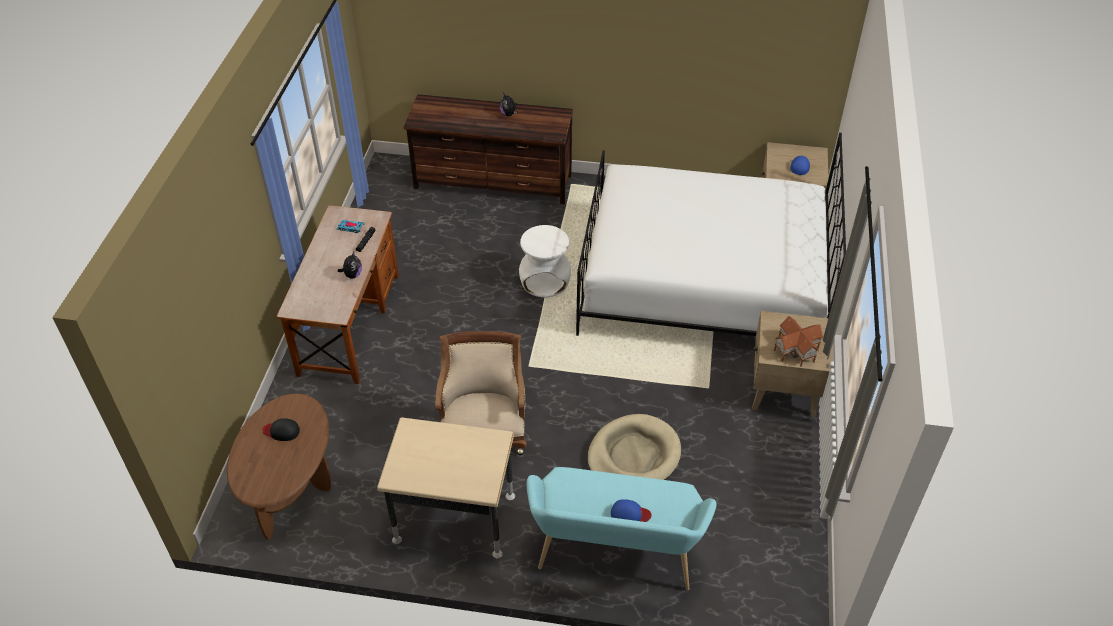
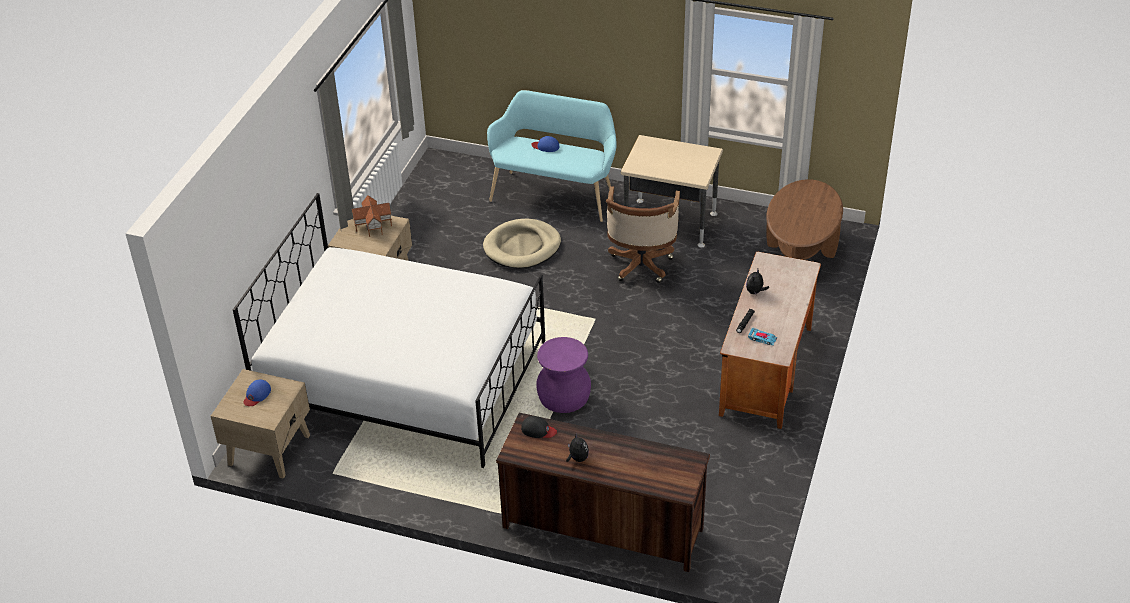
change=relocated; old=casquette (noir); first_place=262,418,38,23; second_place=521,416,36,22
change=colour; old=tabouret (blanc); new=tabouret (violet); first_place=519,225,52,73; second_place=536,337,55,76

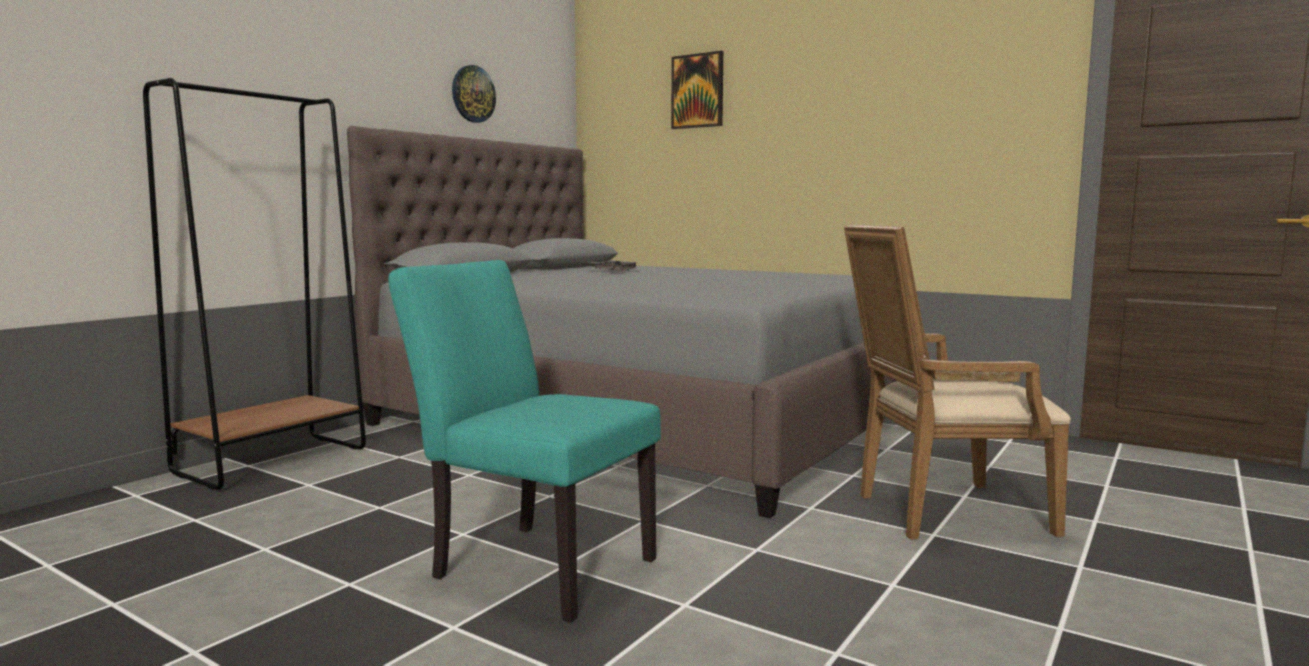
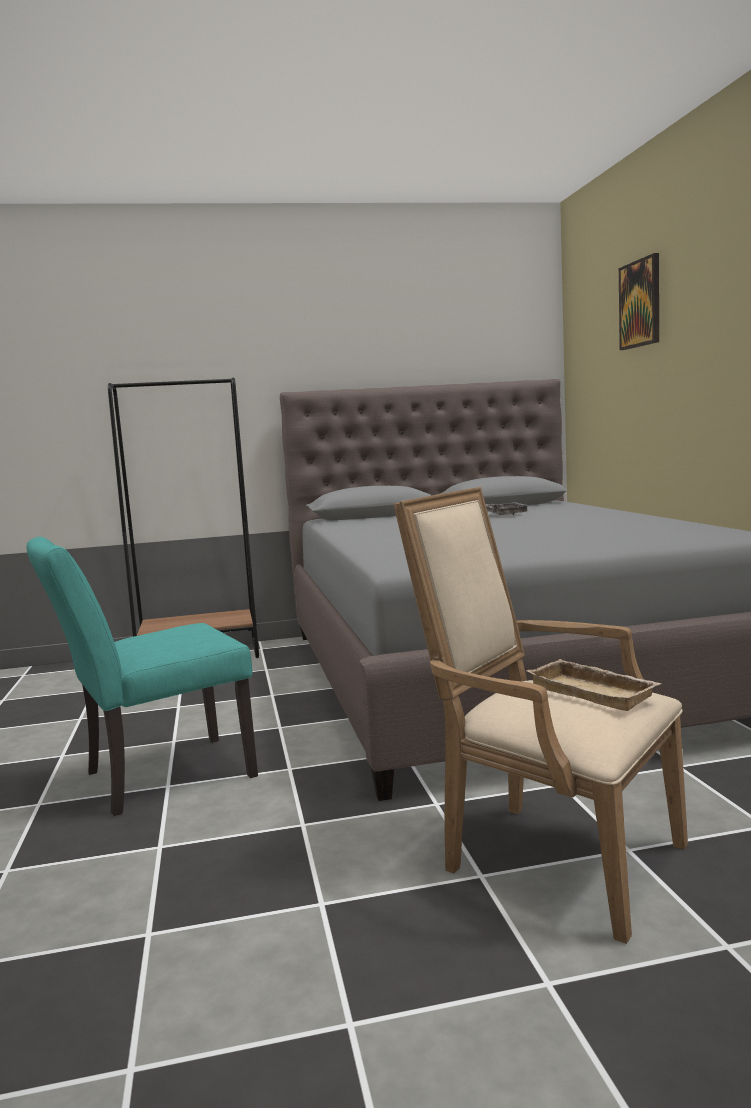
change=spun; old=chaise (turquoise); first_place=388,260,273,363; second_place=27,537,231,279; degrees=-105
change=missing; old=horloge murale; first_place=452,65,44,58

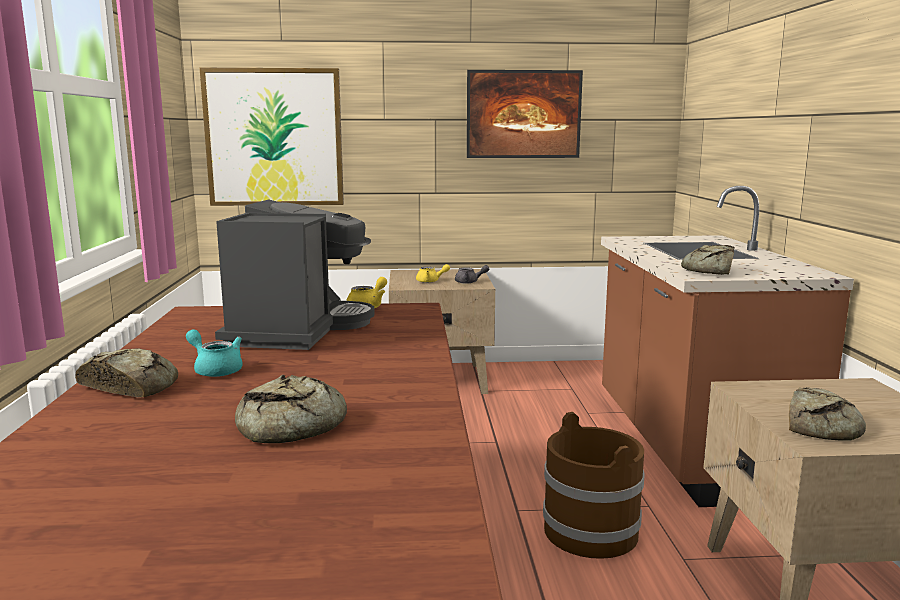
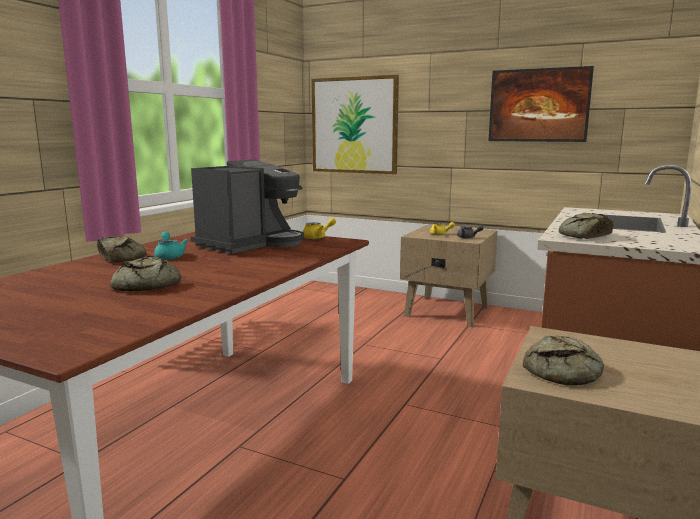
change=missing; old=seau (marron); first_place=543,412,102,147

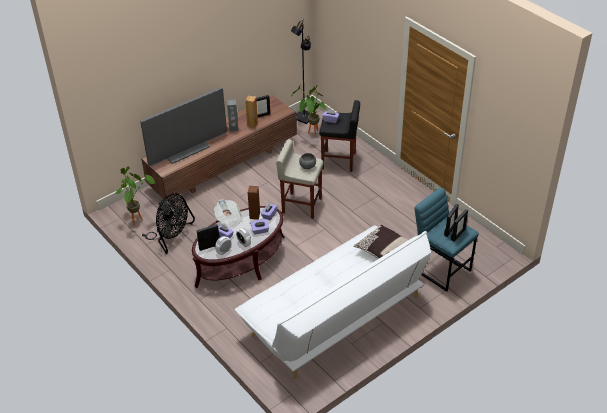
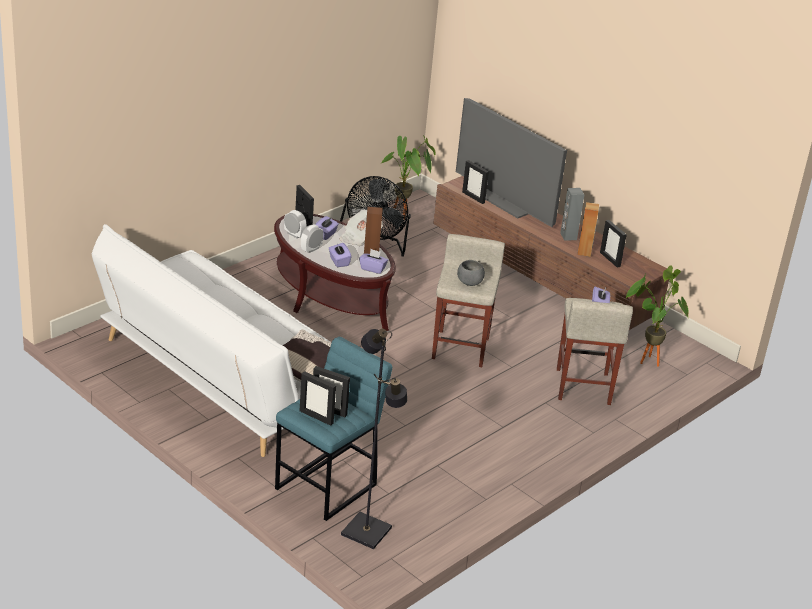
change=relocated; old=lampadaire (noir); first_place=291,20,21,104; second_place=341,329,66,220
change=appeared; new=cadre photo; second_place=462,160,27,44
change=colour; old=tabouret (noir); new=tabouret (beige); first_place=319,100,41,72; second_place=557,298,76,107

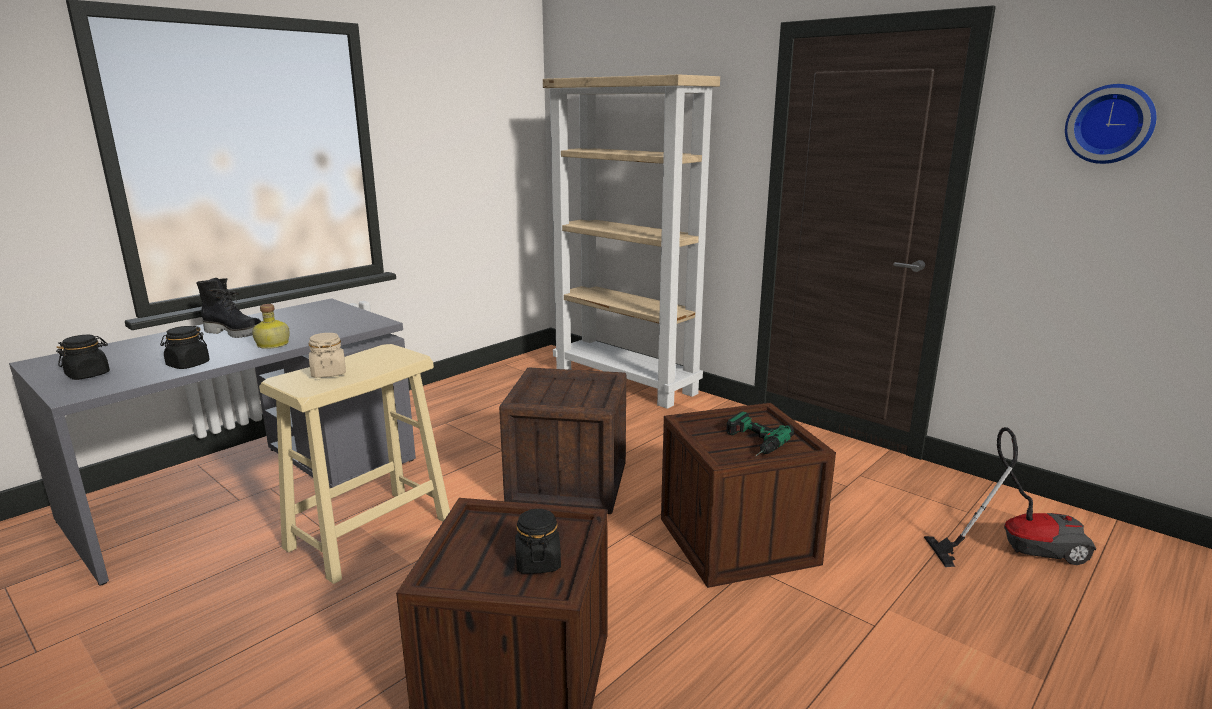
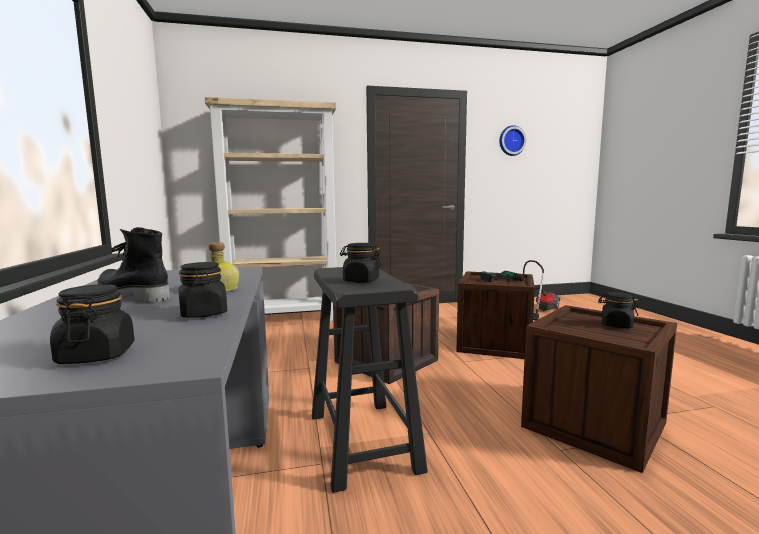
change=spun; old=botte (noir); first_place=196,278,65,60; second_place=97,227,73,76; degrees=-120
change=colour; old=tabouret (beige); new=tabouret (noir); first_place=259,344,191,240; second_place=312,267,116,226
change=colour; old=bocal (beige); new=bocal (noir); first_place=309,333,37,45; second_place=340,243,42,40

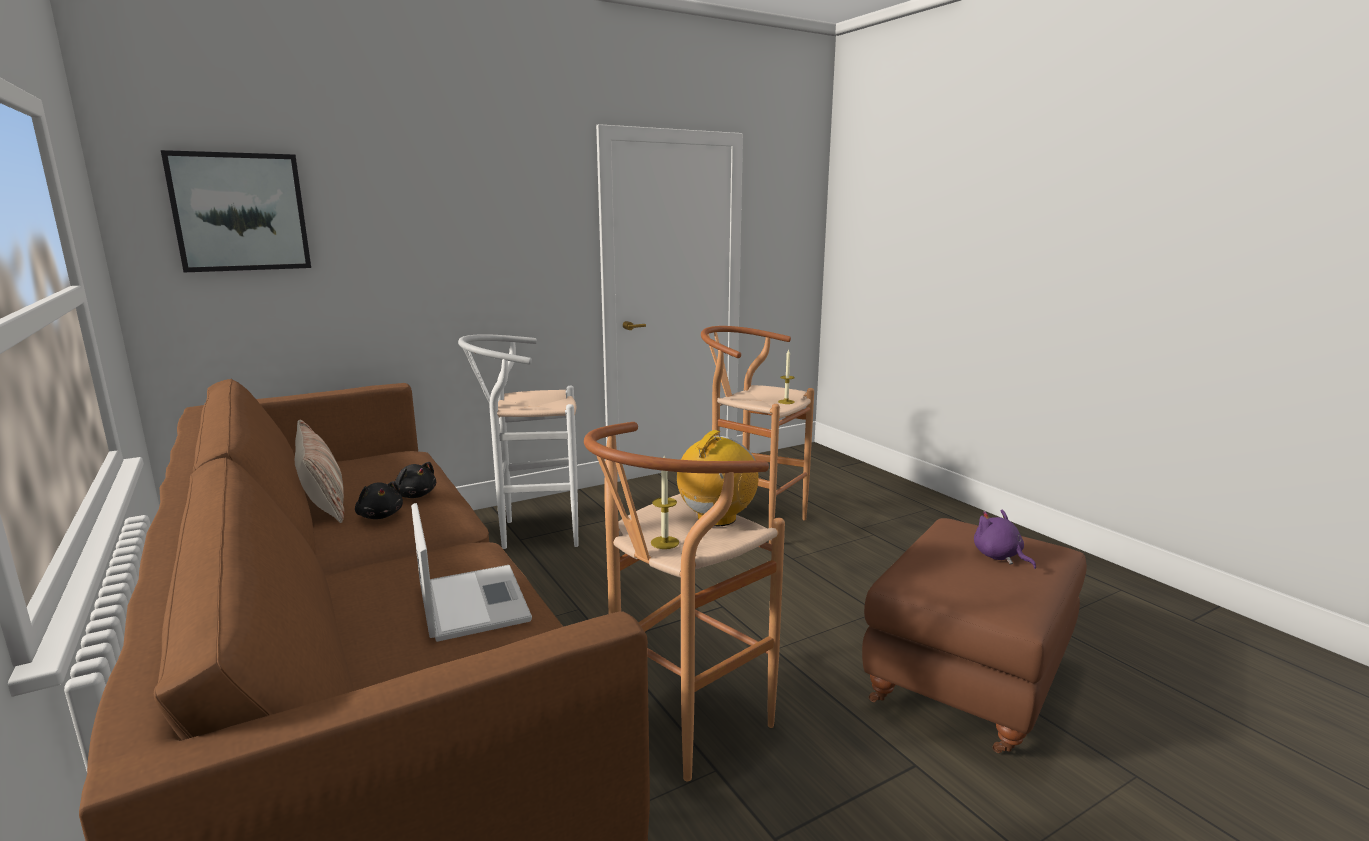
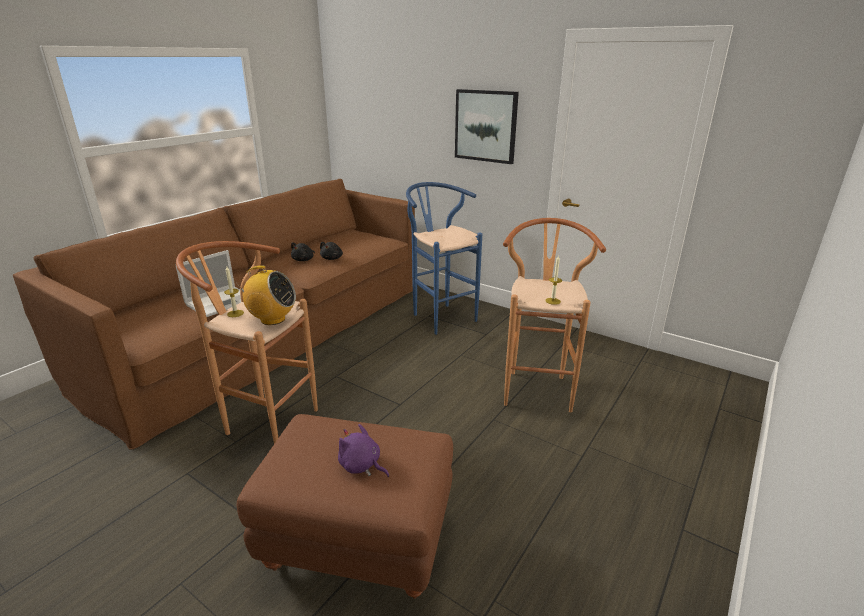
change=spun; old=peluche (violet); first_place=974,510,62,59; second_place=338,424,51,53; degrees=-90
change=colour; old=tabouret (blanc); new=tabouret (bleu); first_place=458,334,120,215; second_place=406,182,76,153
change=relocated; old=tableau; first_place=161,150,150,122; second_place=455,89,64,75
change=missing; old=coussin; first_place=295,420,49,103

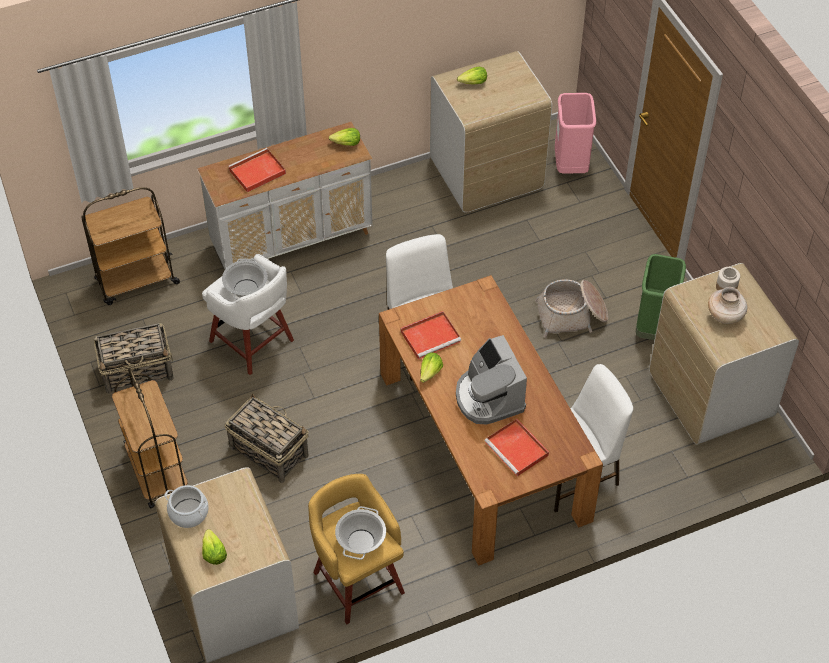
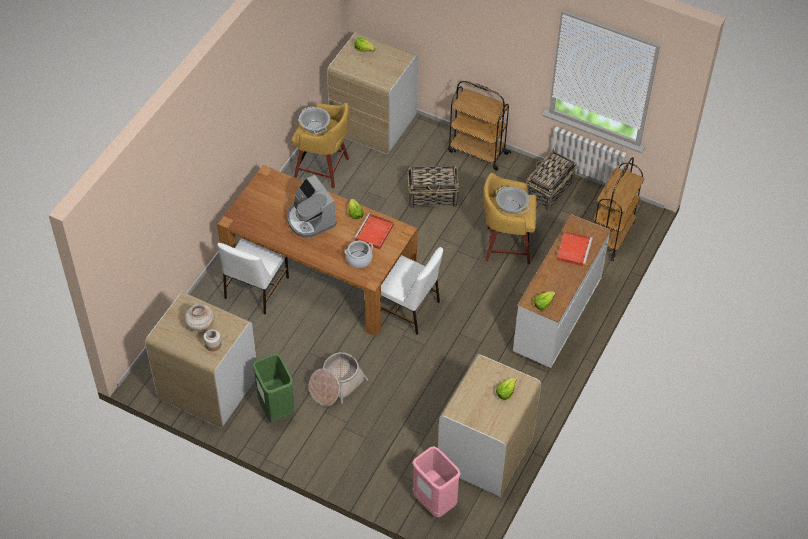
change=spun; old=machine à café; first_place=456,335,71,90; second_place=287,175,50,63; degrees=-150
change=relocated; old=marmite; first_place=164,485,45,43; second_place=345,241,28,27
change=colour; old=tabouret (blanc); new=tabouret (jaune); first_place=202,254,92,121; second_place=483,173,54,91
change=missing; old=plateau (rouge); first_place=485,419,64,57

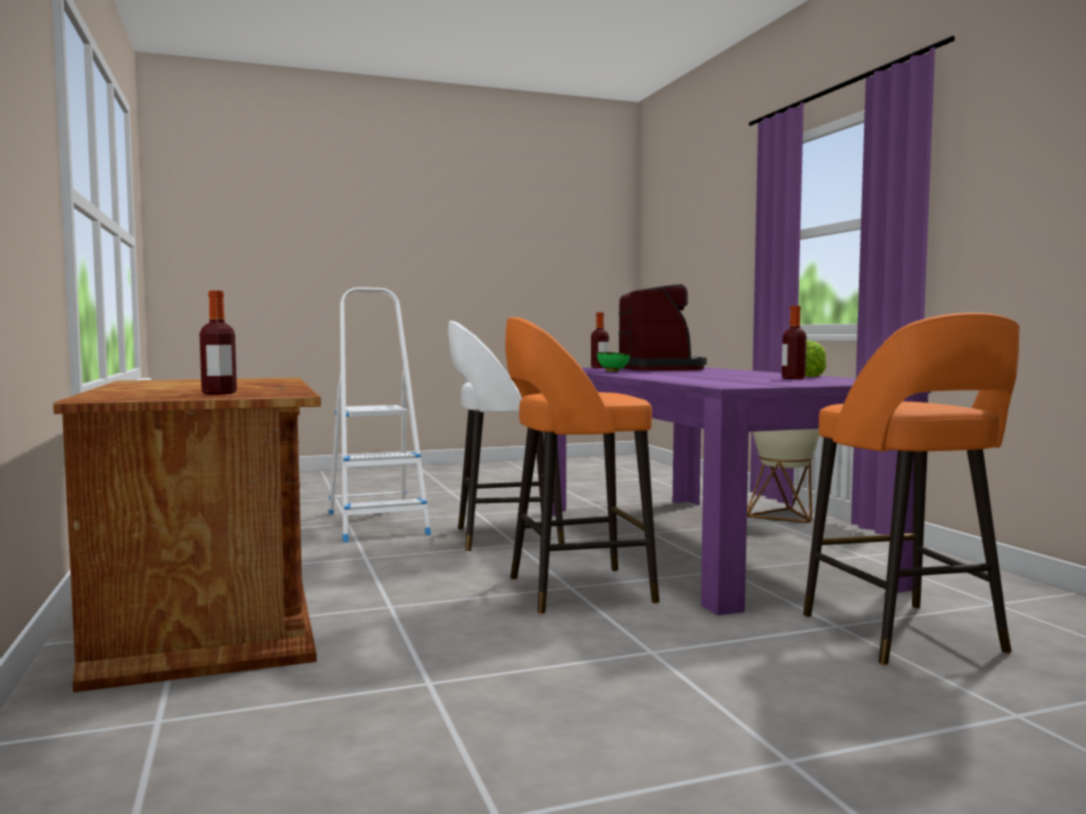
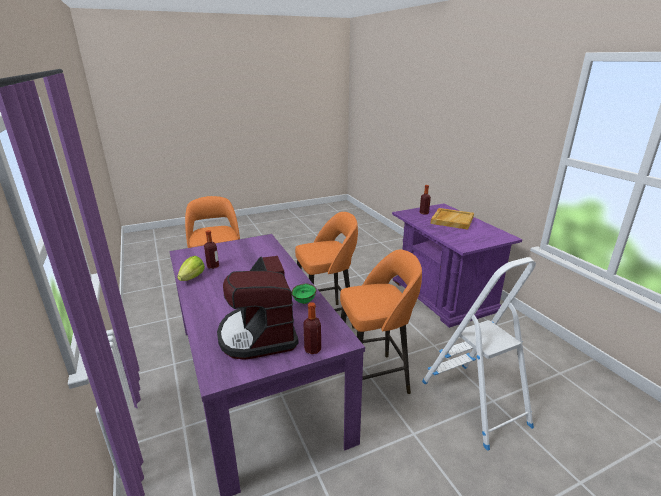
change=colour; old=tabouret (blanc); new=tabouret (orange); first_place=448,321,117,231; second_place=340,250,82,144
change=colour; old=meuble de rangement (marron); new=meuble de rangement (violet); first_place=53,377,268,315; second_place=392,203,130,125
change=appeared; new=plateau (beige); second_place=431,208,43,22
change=missing; old=cache-pot; first_place=747,429,72,94

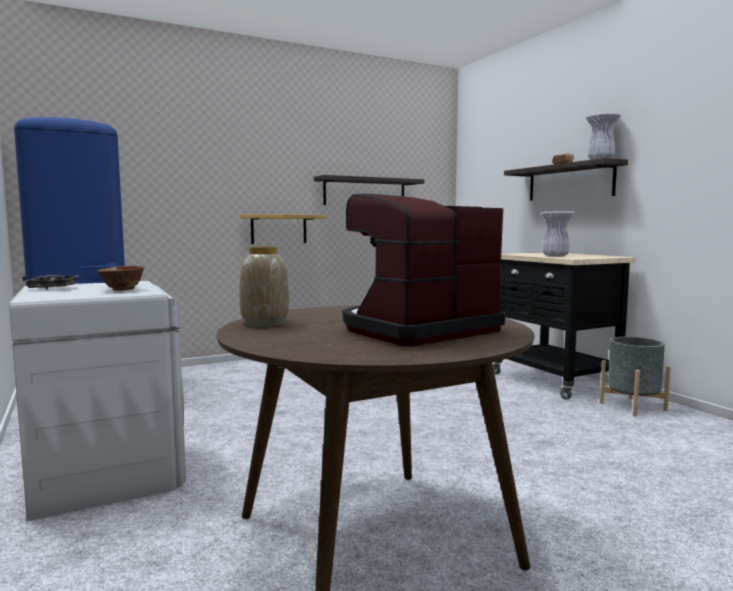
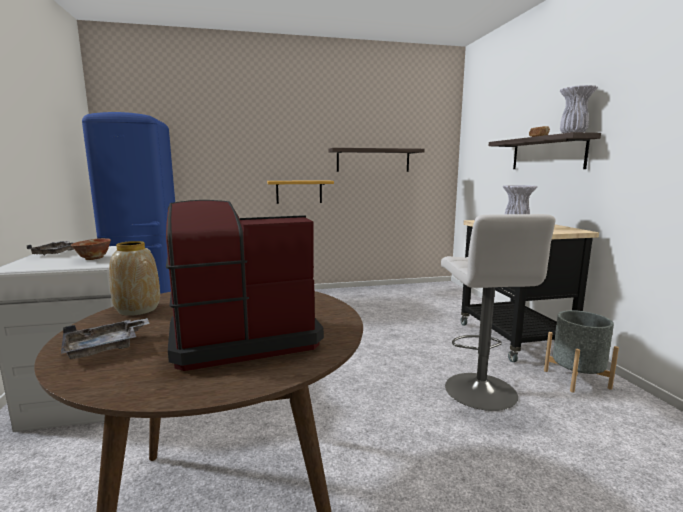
change=appeared; new=plateau (gris); second_place=61,318,89,41
change=appeared; new=tabouret (blanc); second_place=441,214,115,197

